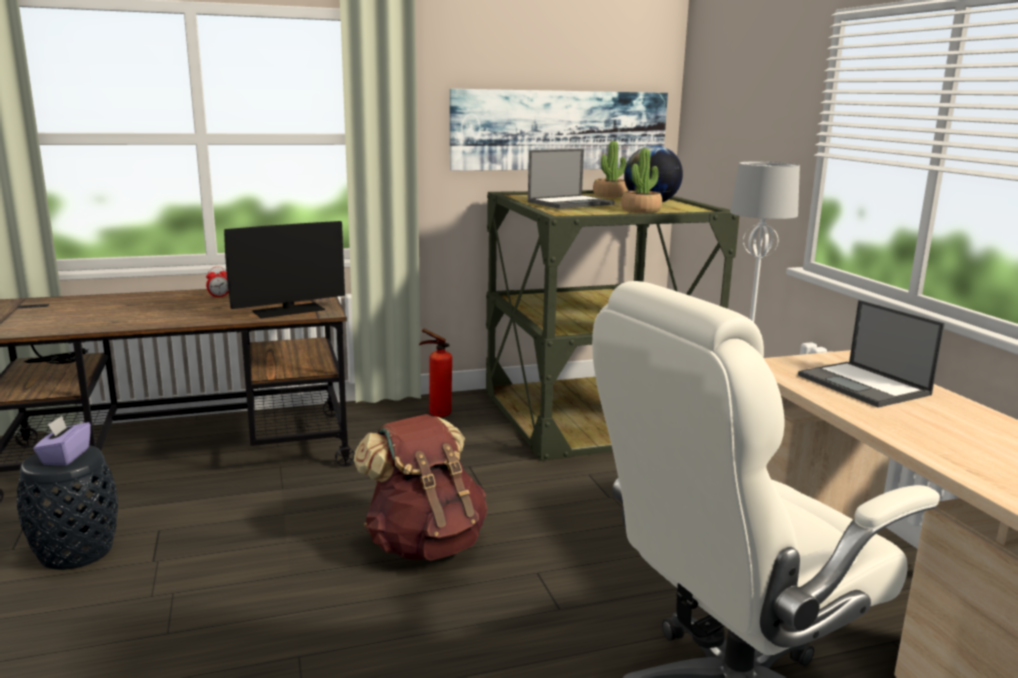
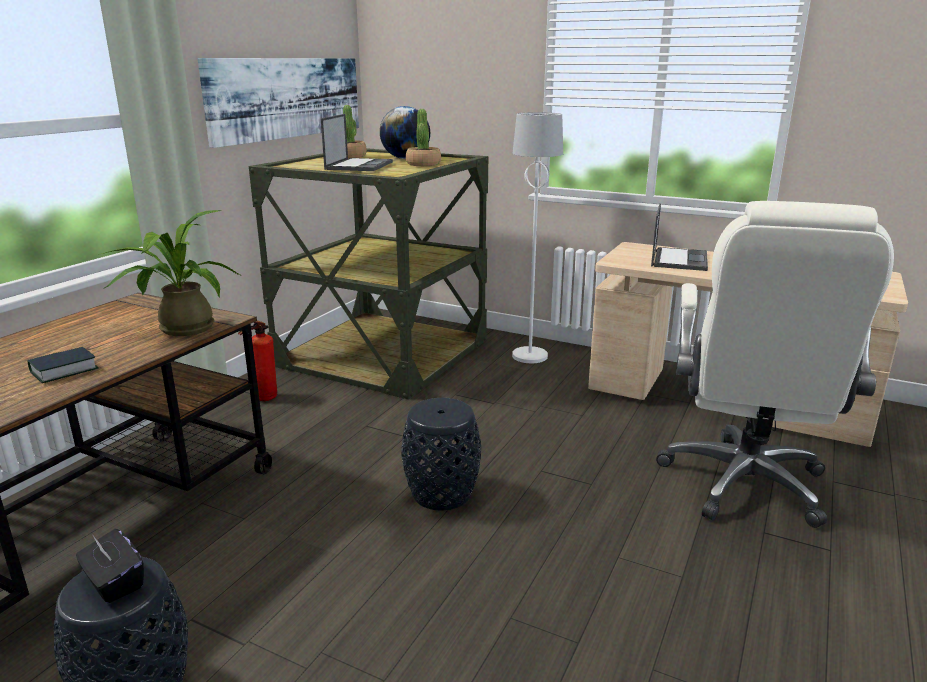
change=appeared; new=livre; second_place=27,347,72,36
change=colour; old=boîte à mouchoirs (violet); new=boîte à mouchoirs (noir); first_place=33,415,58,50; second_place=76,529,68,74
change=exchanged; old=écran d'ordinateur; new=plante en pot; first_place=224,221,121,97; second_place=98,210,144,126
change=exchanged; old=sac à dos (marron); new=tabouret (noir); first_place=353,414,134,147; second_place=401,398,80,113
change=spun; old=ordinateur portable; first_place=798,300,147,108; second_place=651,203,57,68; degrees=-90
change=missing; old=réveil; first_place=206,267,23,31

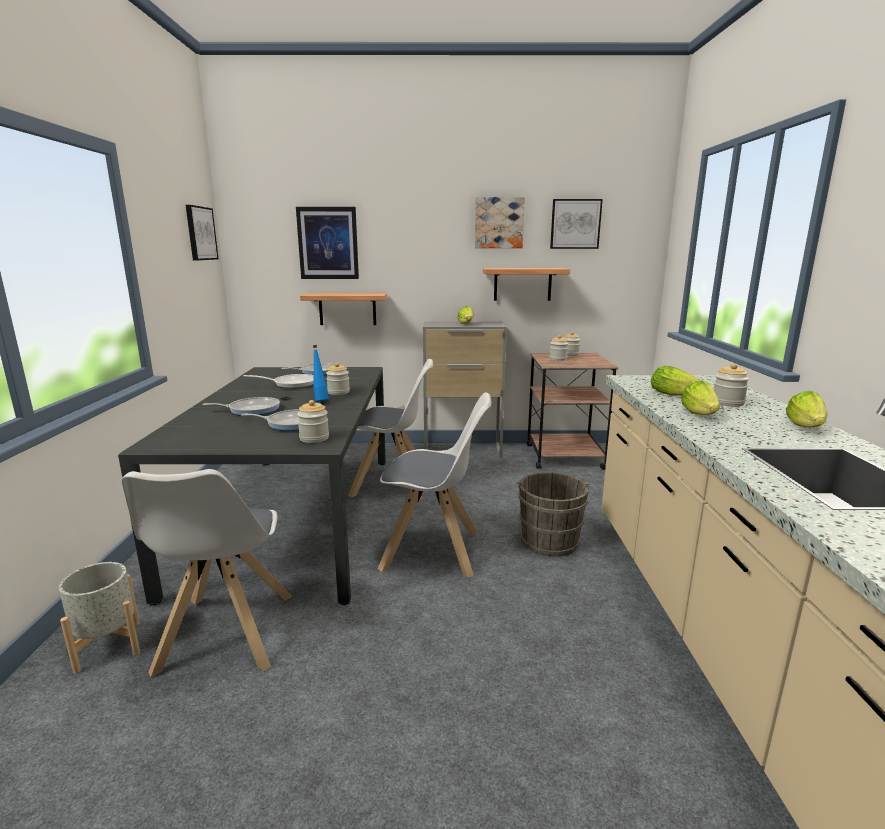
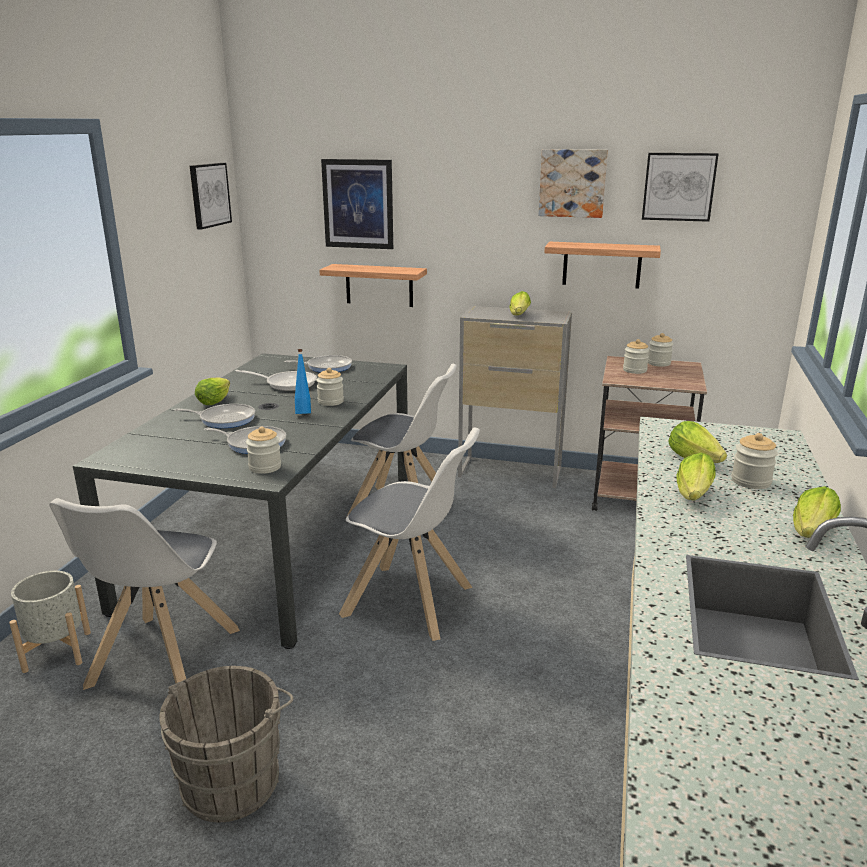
change=relocated; old=seau (gris); first_place=516,472,74,85; second_place=159,666,135,156
change=appeared; new=laitue; second_place=195,377,35,28

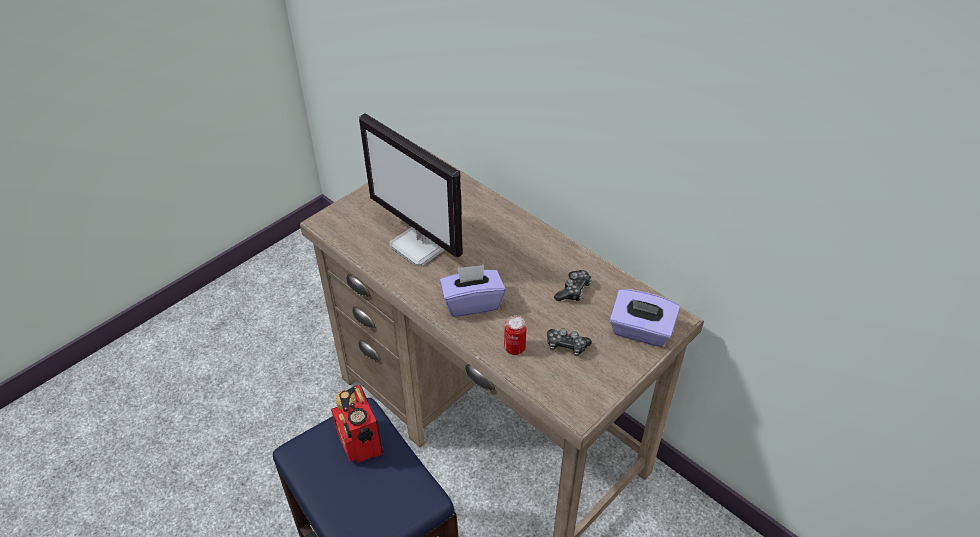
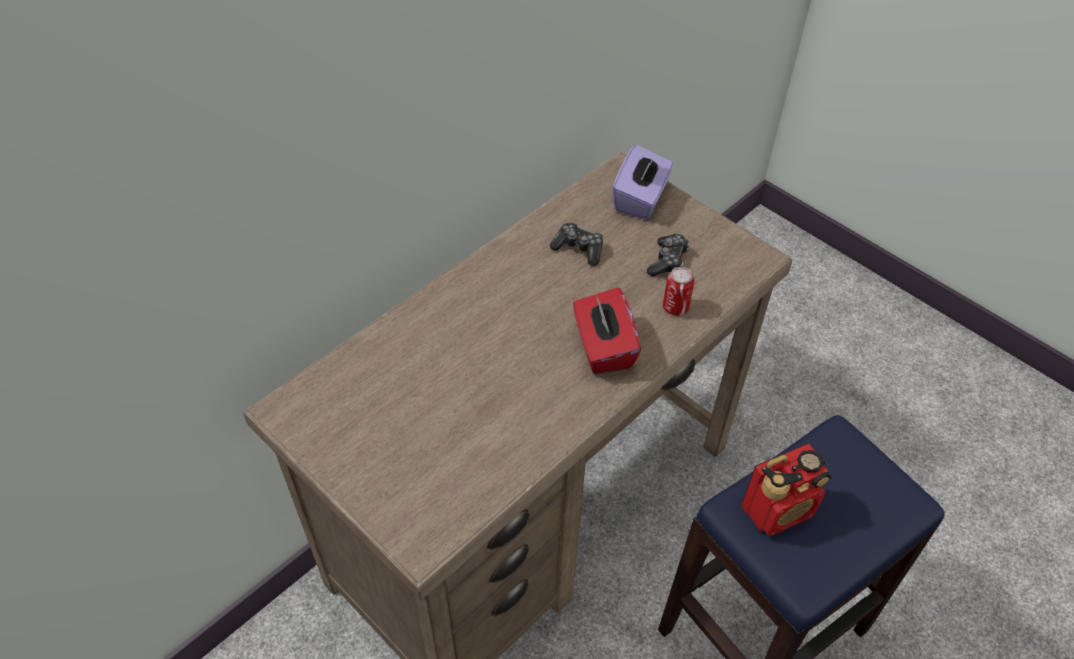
change=colour; old=boîte à mouchoirs (violet); new=boîte à mouchoirs (rouge); first_place=440,265,66,52; second_place=573,287,68,87
change=missing; old=écran d'ordinateur; first_place=359,113,104,153

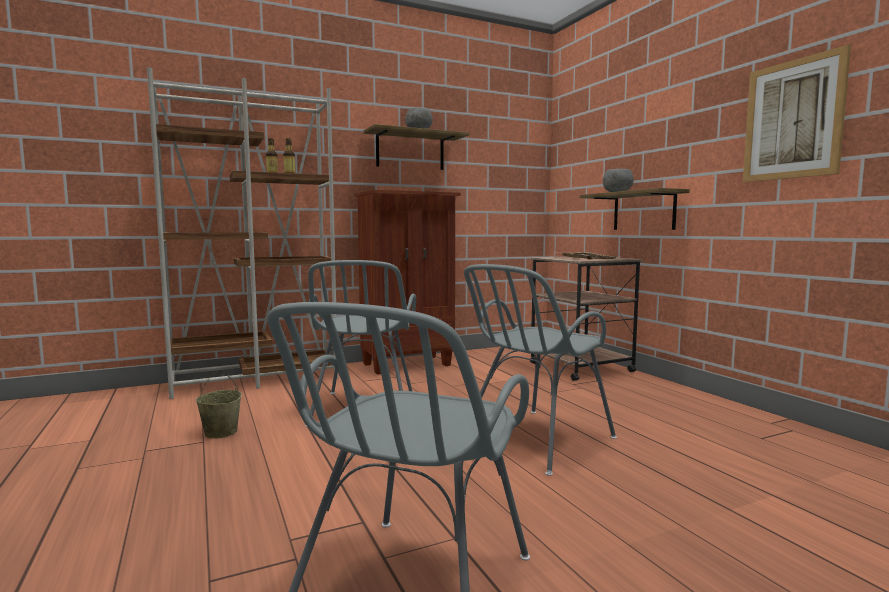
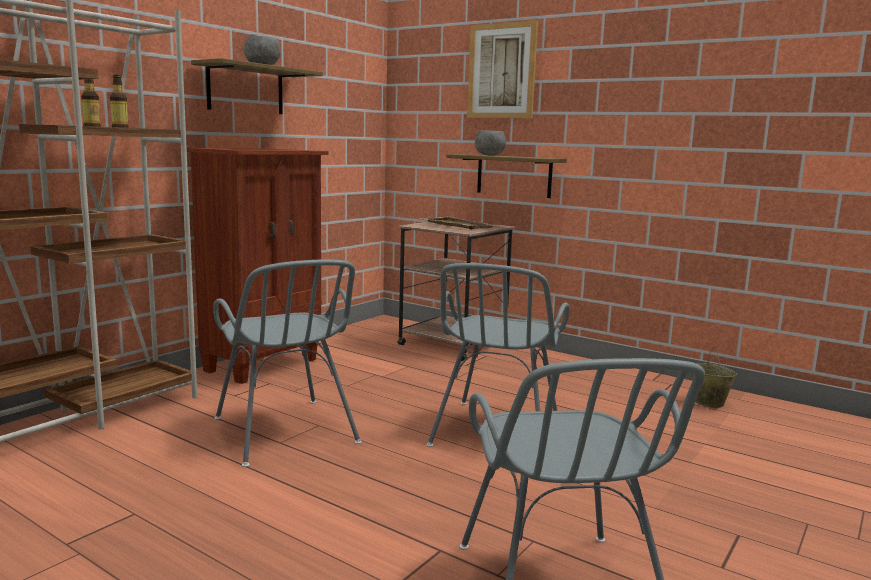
change=relocated; old=tableau; first_place=743,44,108,138; second_place=467,20,71,98
change=relocated; old=seau (beige); first_place=196,371,46,68; second_place=691,347,46,61

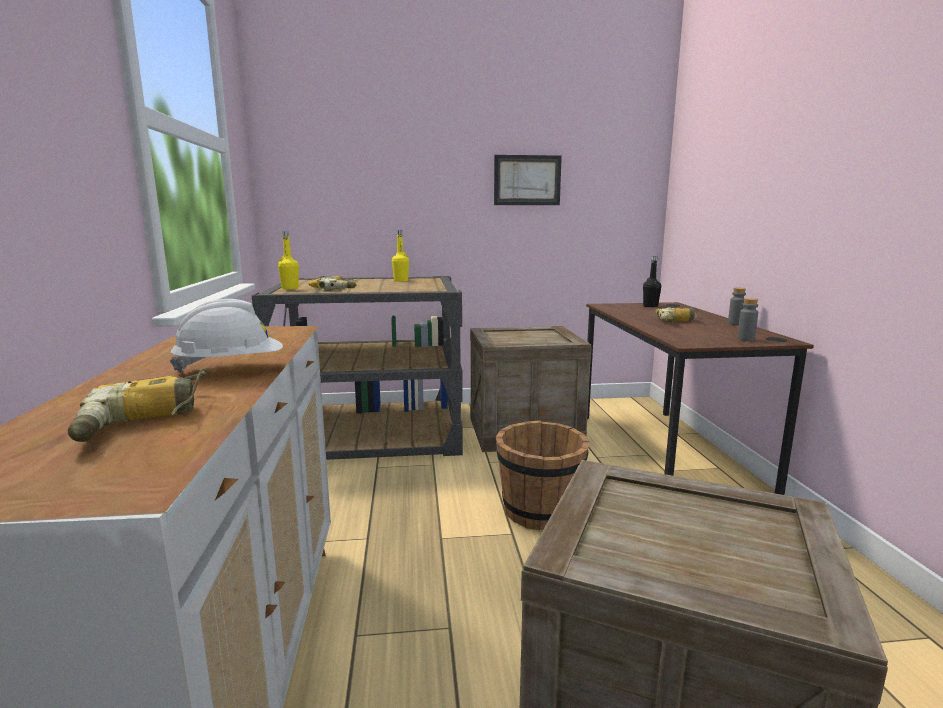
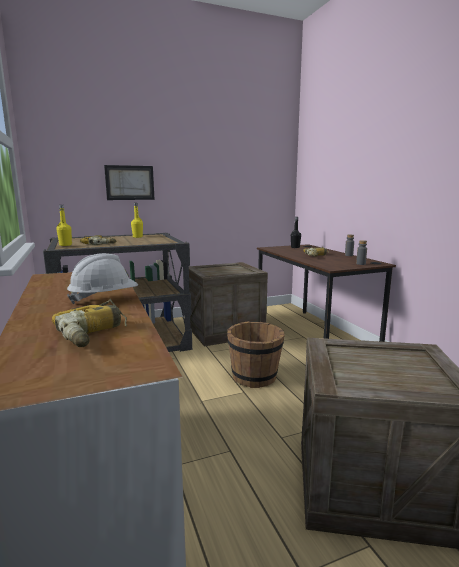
change=relocated; old=tableau; first_place=494,155,68,50; second_place=104,165,51,35

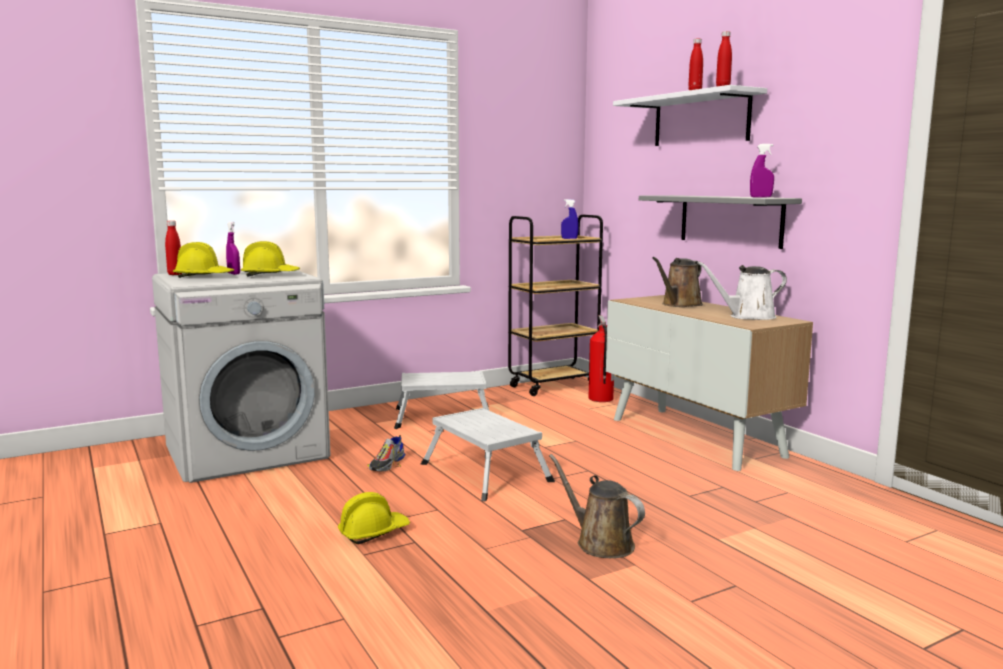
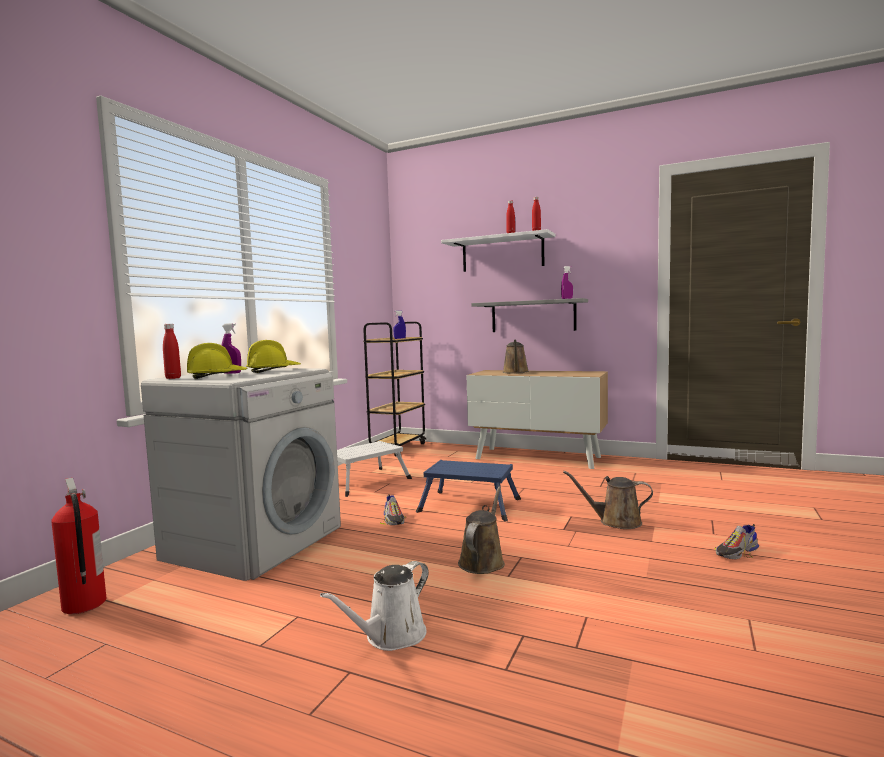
change=relocated; old=extincteur; first_place=589,315,25,87; second_place=51,478,55,136
change=relocated; old=arrosoir (blanc); first_place=697,261,90,59; second_place=320,561,109,90
change=colour; old=escabeau (blanc); new=escabeau (bleu); first_place=421,408,134,93; second_place=416,460,105,62
change=exchanged; old=casque de chantier (jaune); new=arrosoir (marron); first_place=338,492,72,52; second_place=458,486,47,88
change=appeared; new=chaussure; second_place=715,524,44,35

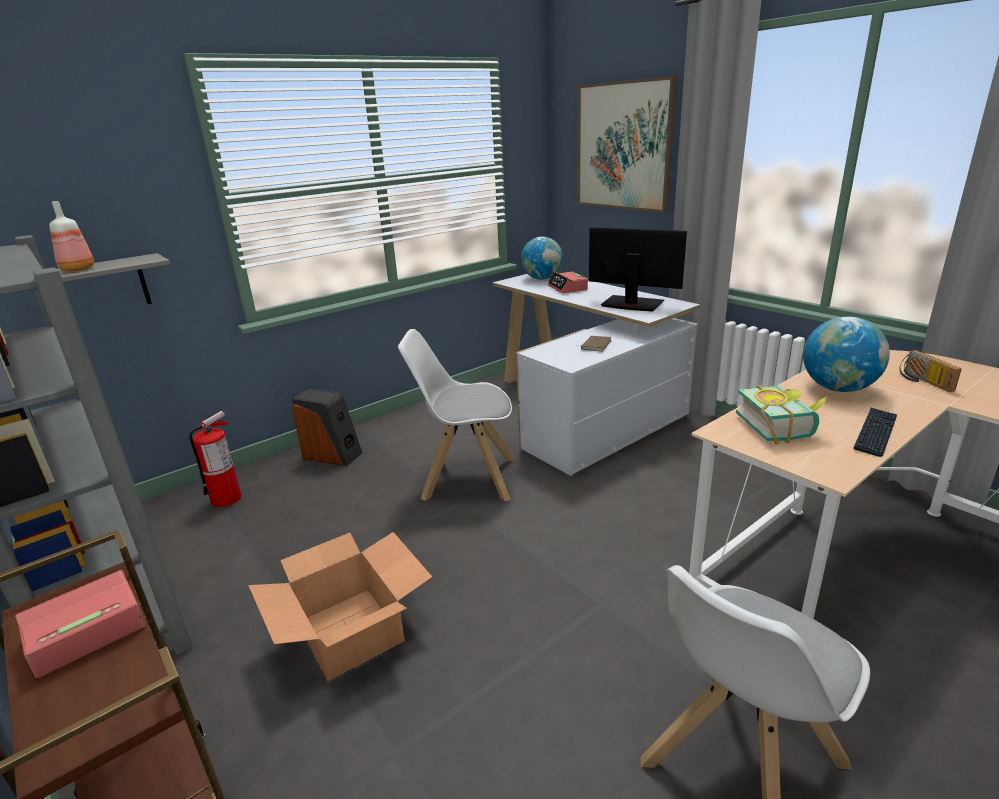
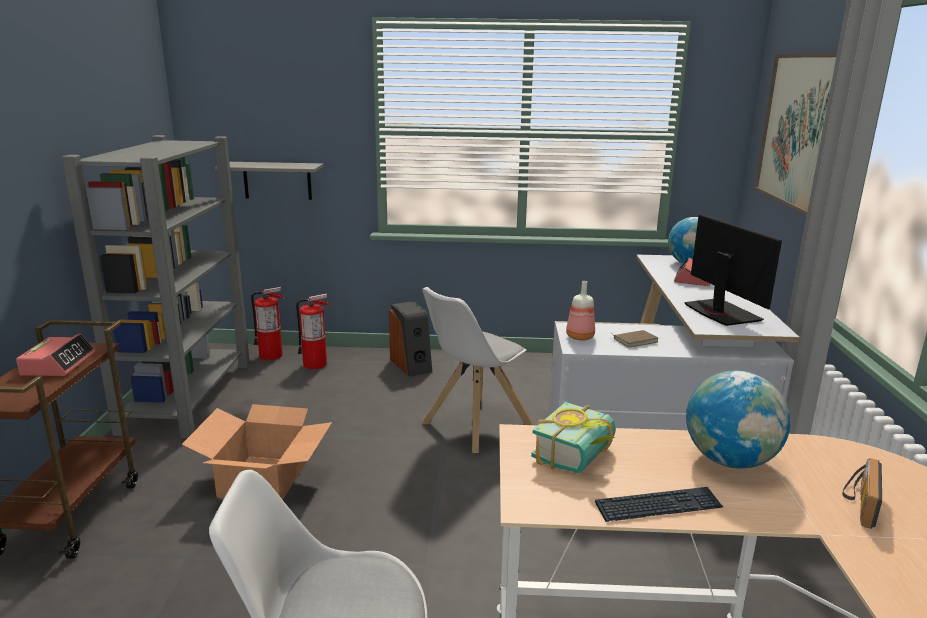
change=spun; old=réveil; first_place=15,570,131,108; second_place=16,333,80,43; degrees=90
change=appeared; new=extincteur; second_place=251,287,33,73
change=spun; old=chaise; first_place=398,329,117,173; second_place=422,287,111,166; degrees=-90
change=relocated; old=bouteille; first_place=49,201,45,70; second_place=566,281,29,59

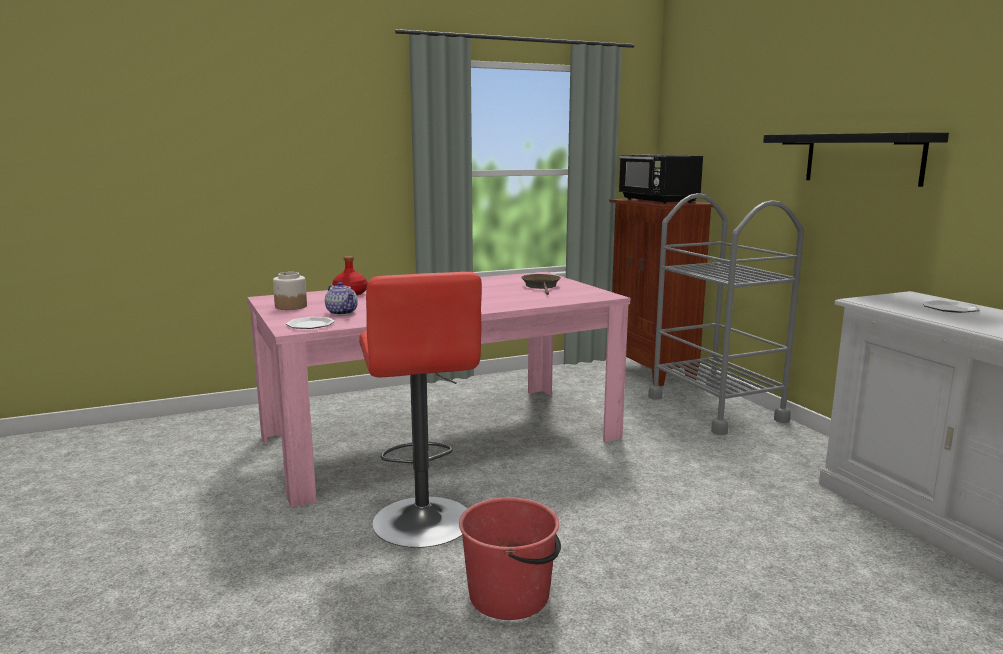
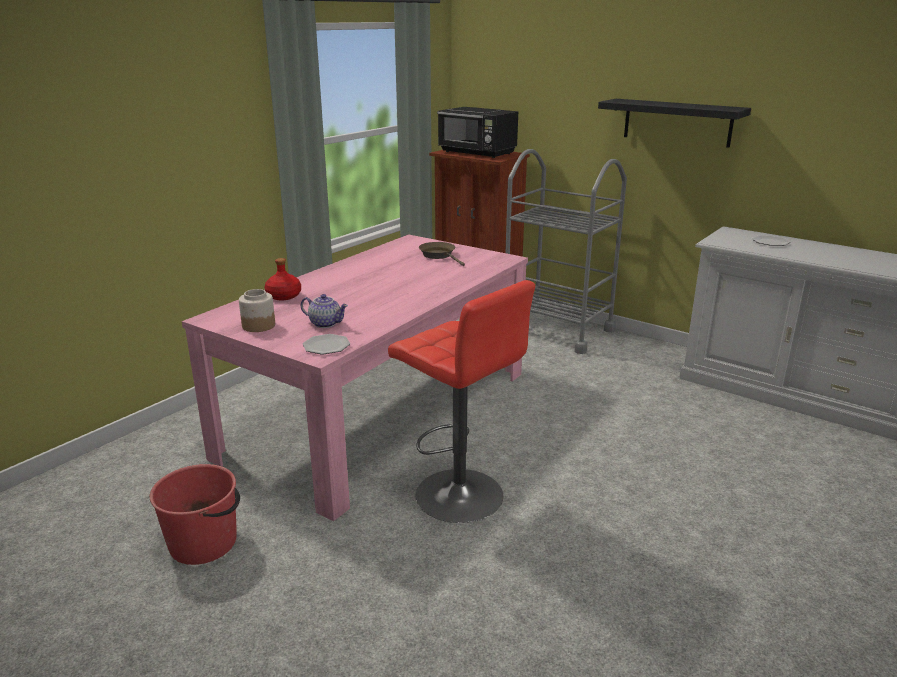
change=relocated; old=seau (rouge); first_place=459,497,102,123; second_place=150,464,90,101

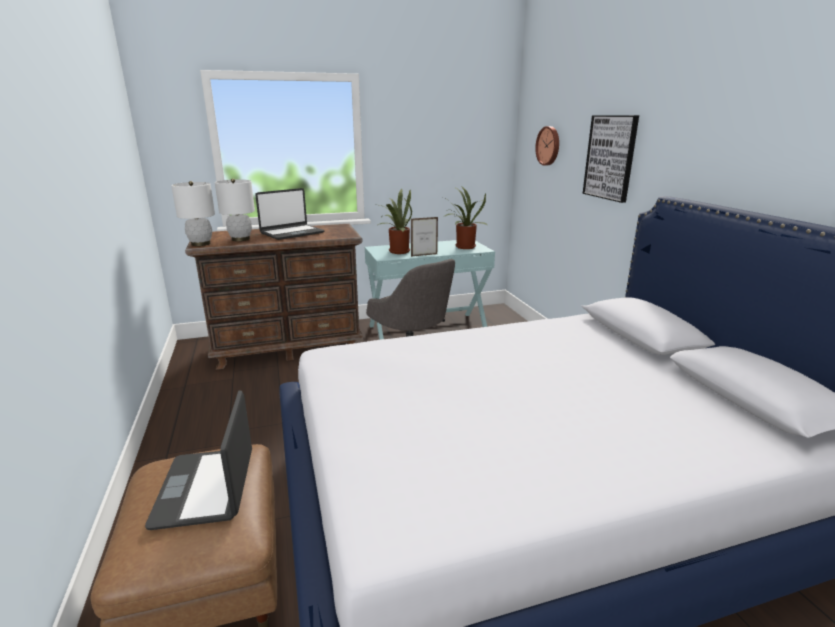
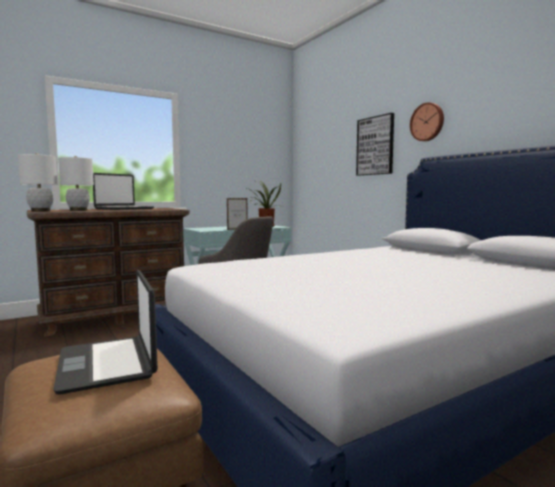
change=relocated; old=horloge murale; first_place=535,126,24,39; second_place=410,102,34,39
change=missing; old=plante en pot; first_place=378,189,34,65

